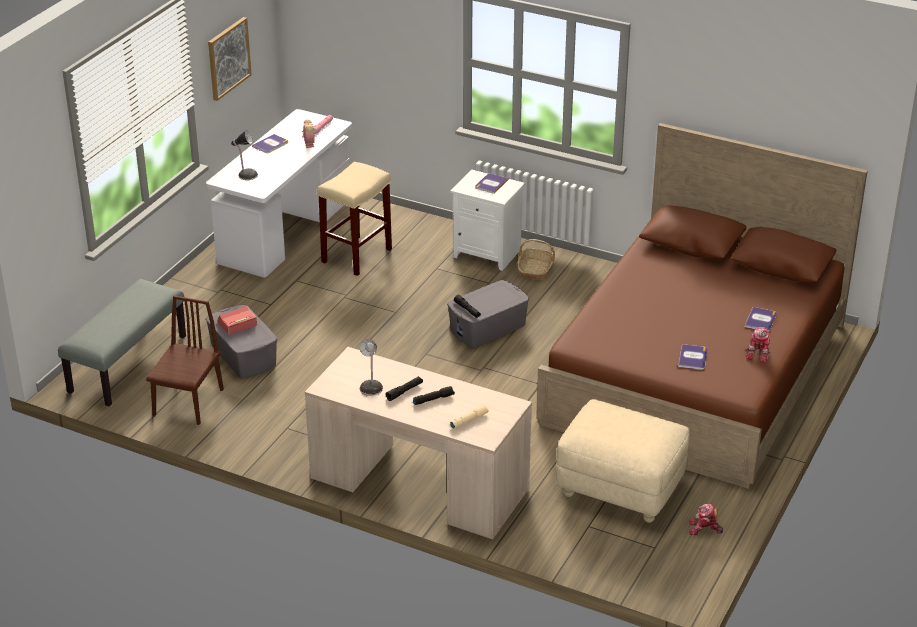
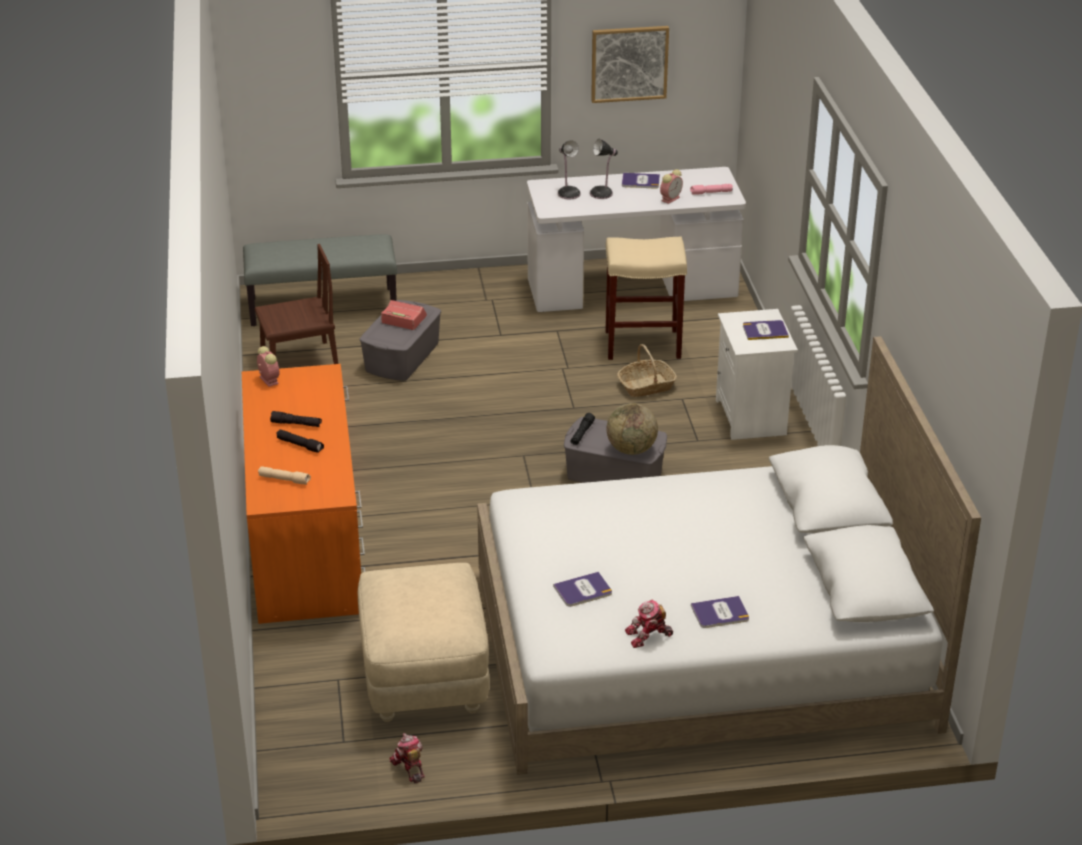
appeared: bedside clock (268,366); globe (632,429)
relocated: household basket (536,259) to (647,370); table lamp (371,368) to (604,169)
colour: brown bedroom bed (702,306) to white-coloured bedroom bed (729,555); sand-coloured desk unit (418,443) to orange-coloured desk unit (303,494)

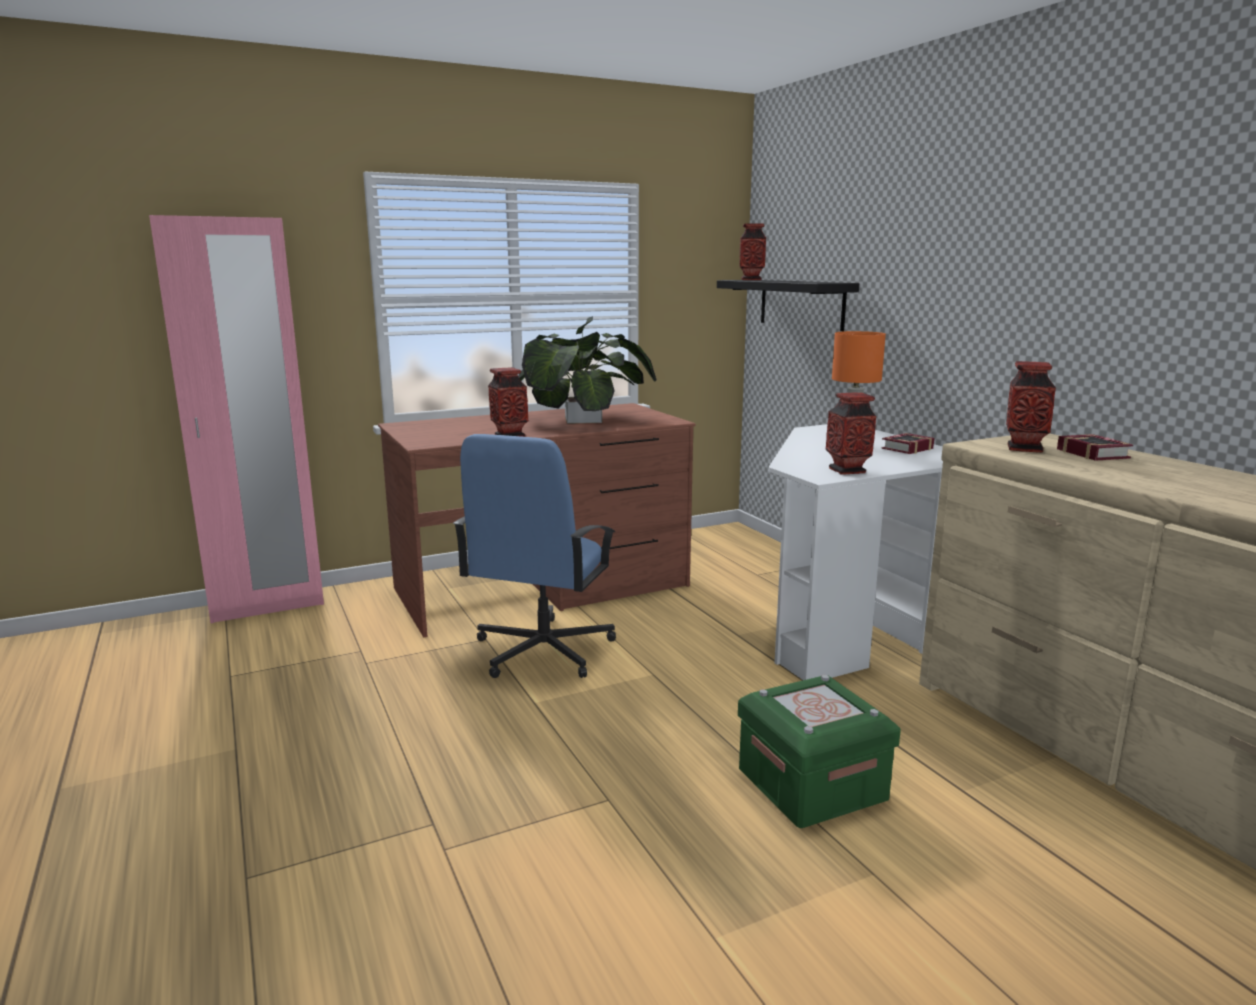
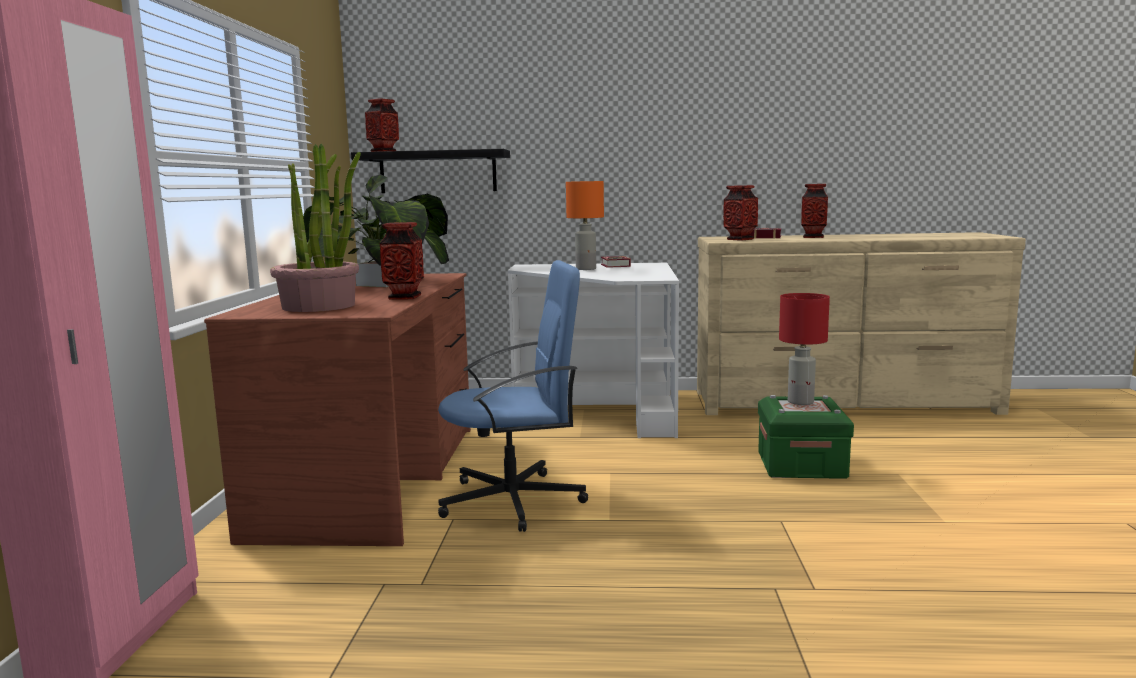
appeared: plant in a pot (315,228); red-coloured table lamp (804,349)
relocated: vase (851,433) to (814,211)
spun: blue-coloured desk chair (534,556) = (513,396) 60 degrees counterclockwise

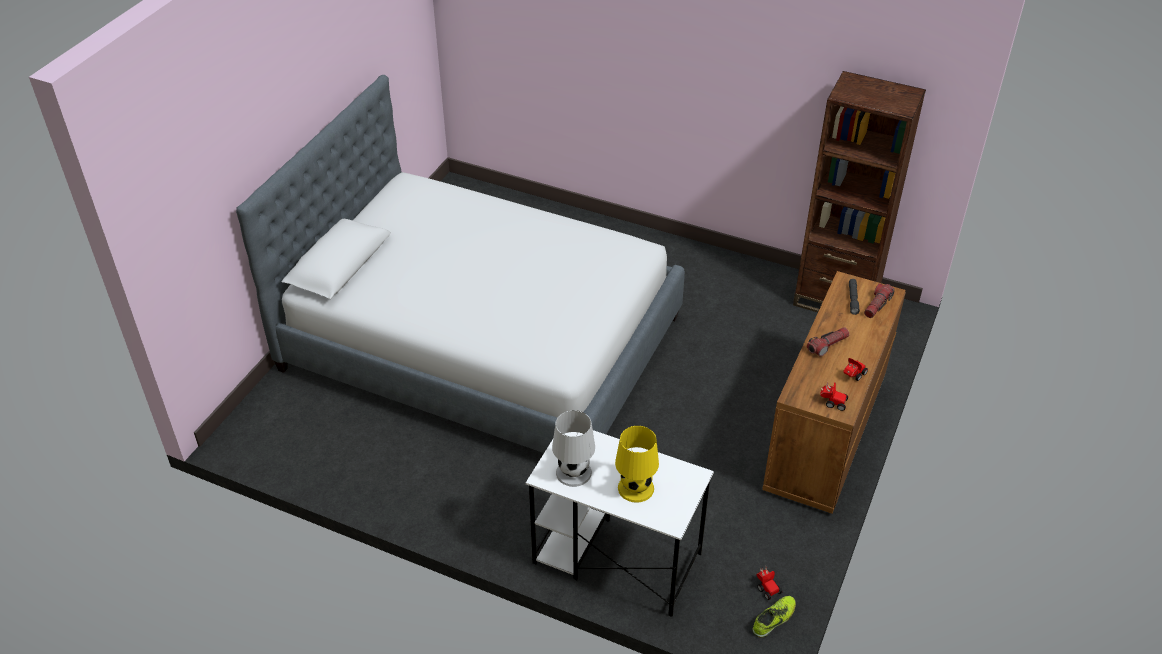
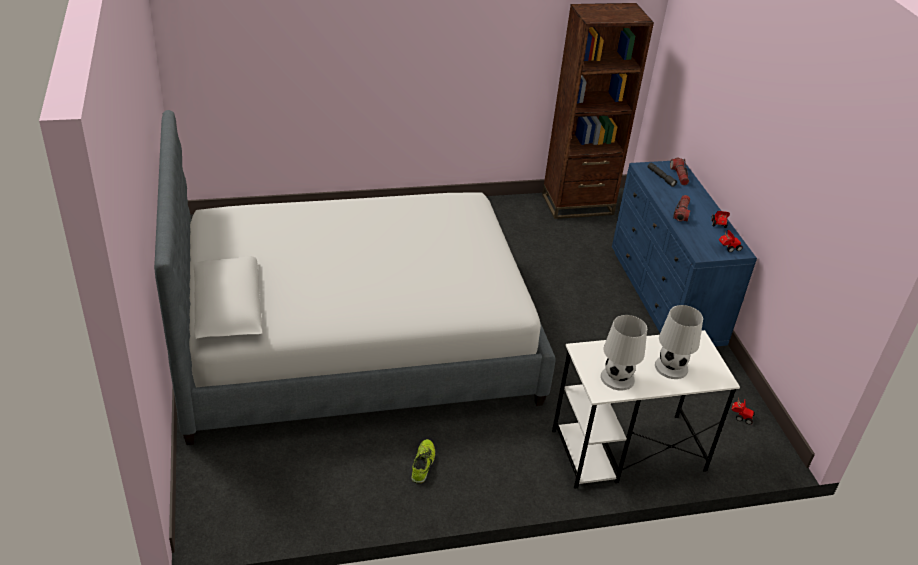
relocated: low shoe (774,617) to (423,461)
colour: brown drawer chest (834,392) to blue-coloured drawer chest (684,254); yellowish table lamp (637,464) to white-coloured table lamp (679,342)

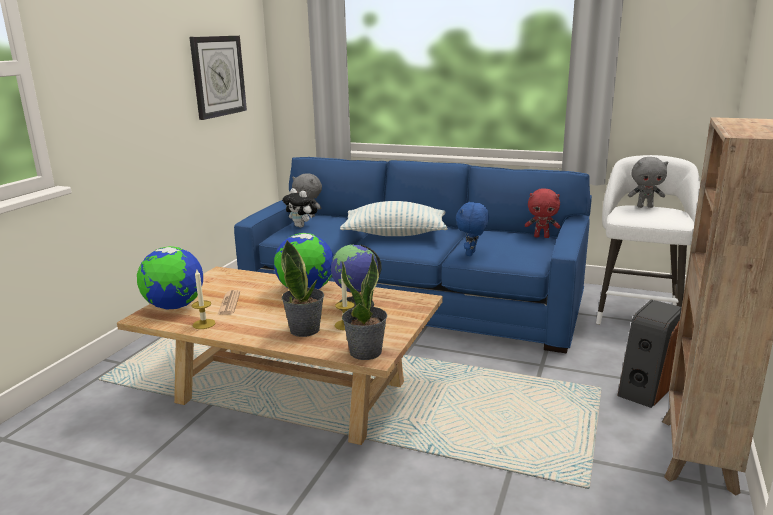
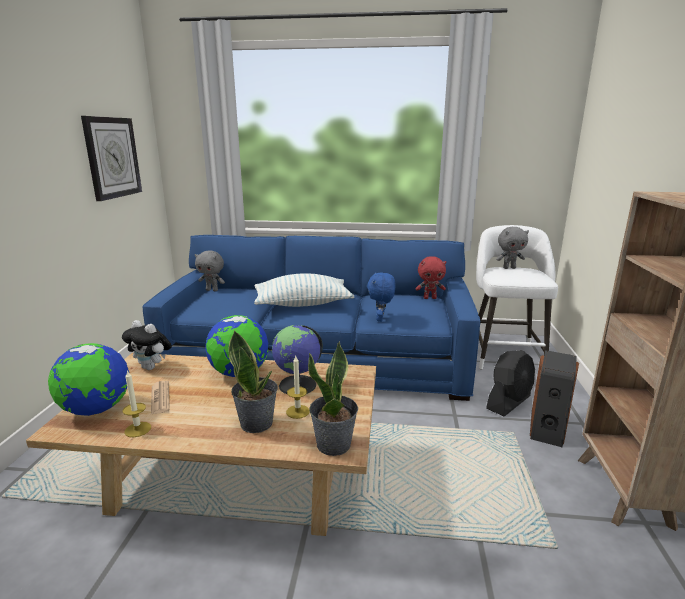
appeared: black-coloured cooling fan (510,383)
relocated: plush toy (299,208) to (147,345)

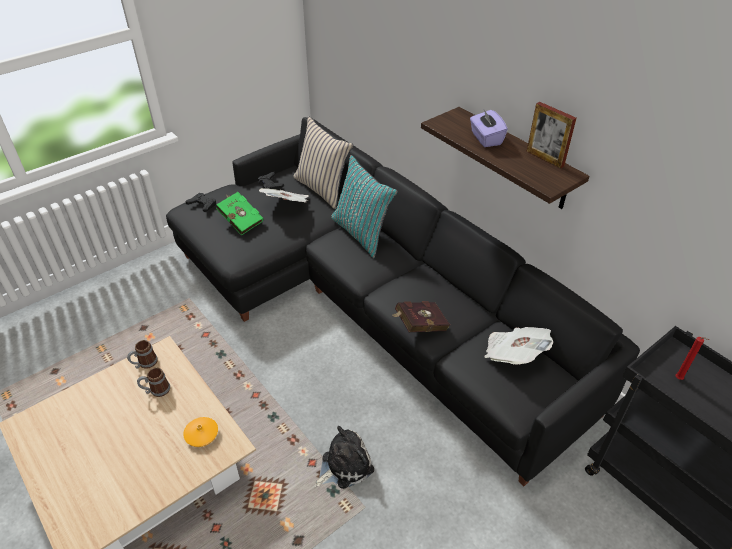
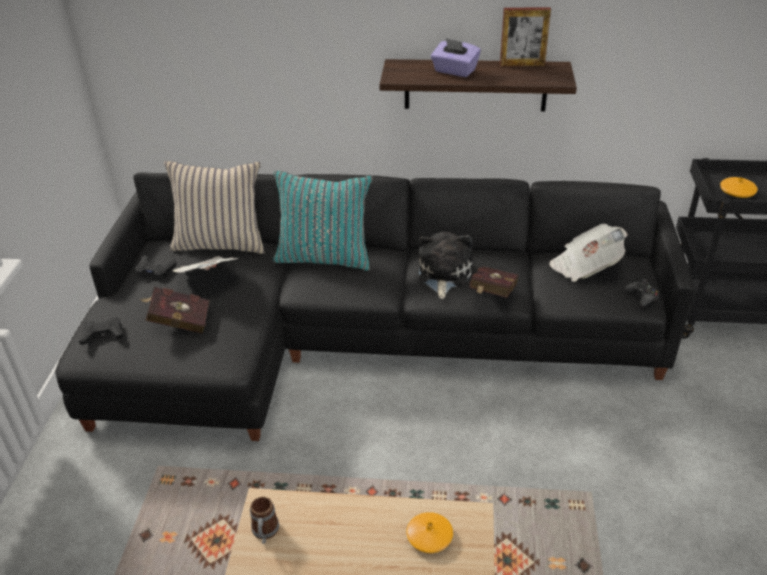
missing: tea mug (153,382)
appeared: black-coloured gamepad (642,292)
relocated: plush toy (344,457) to (446,265)
exchanged: red-coloured candle (692,358) to orange-coloured vase (739,187)
colour: greenish volume (239,214) to red-coloured volume (174,310)

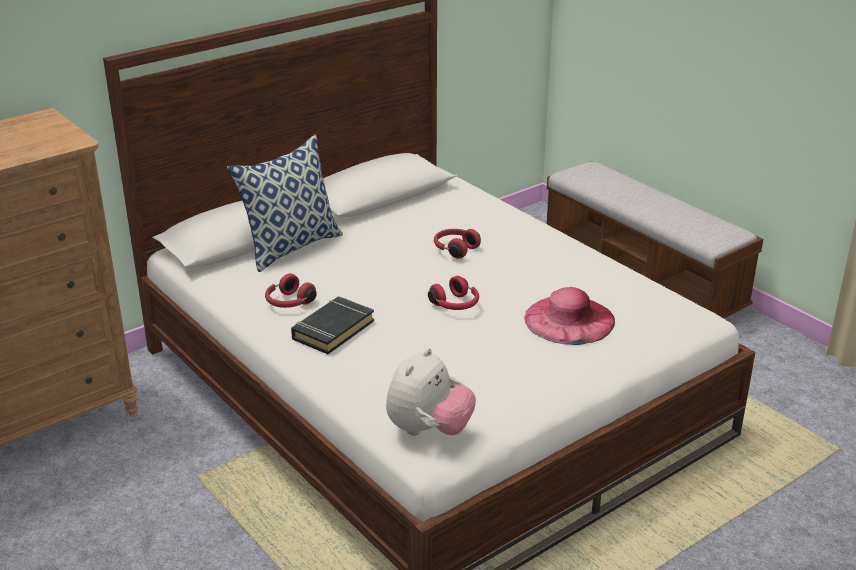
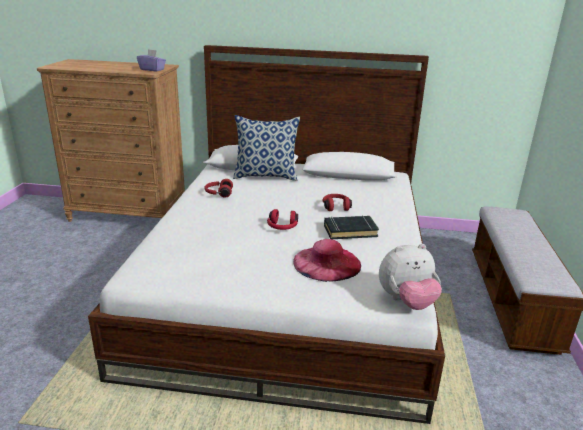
appeared: purple-coloured tissue holder (151,60)
relocated: black-coloured volume (332,325) to (351,227); plush toy (431,392) to (410,277)

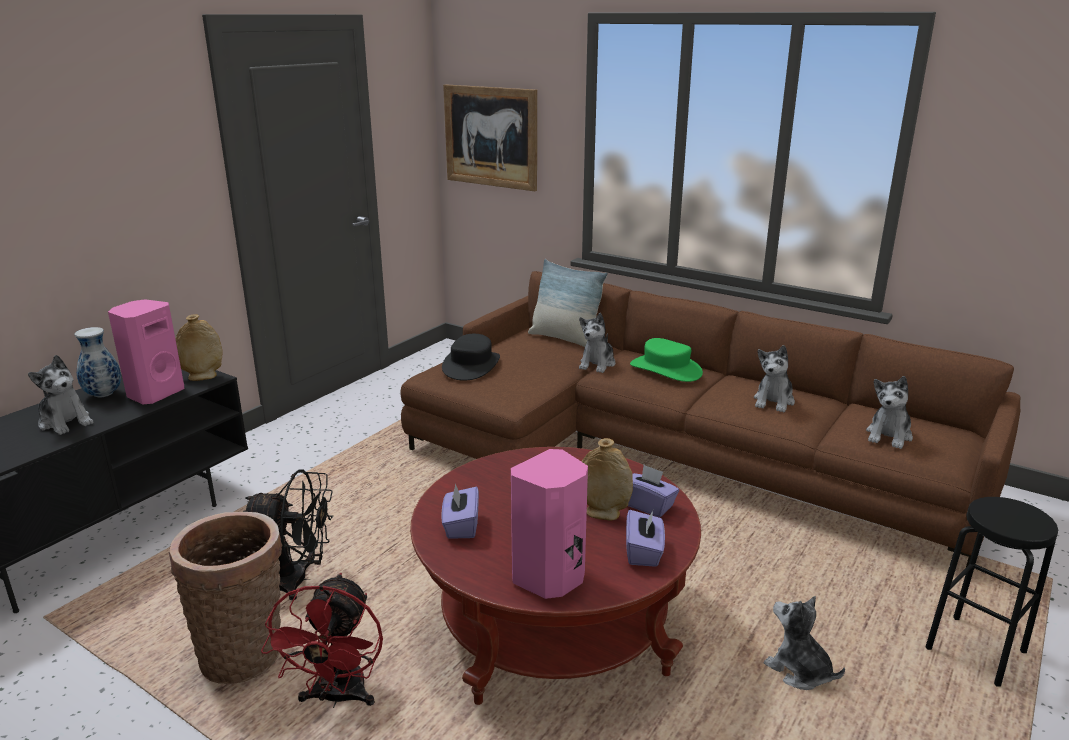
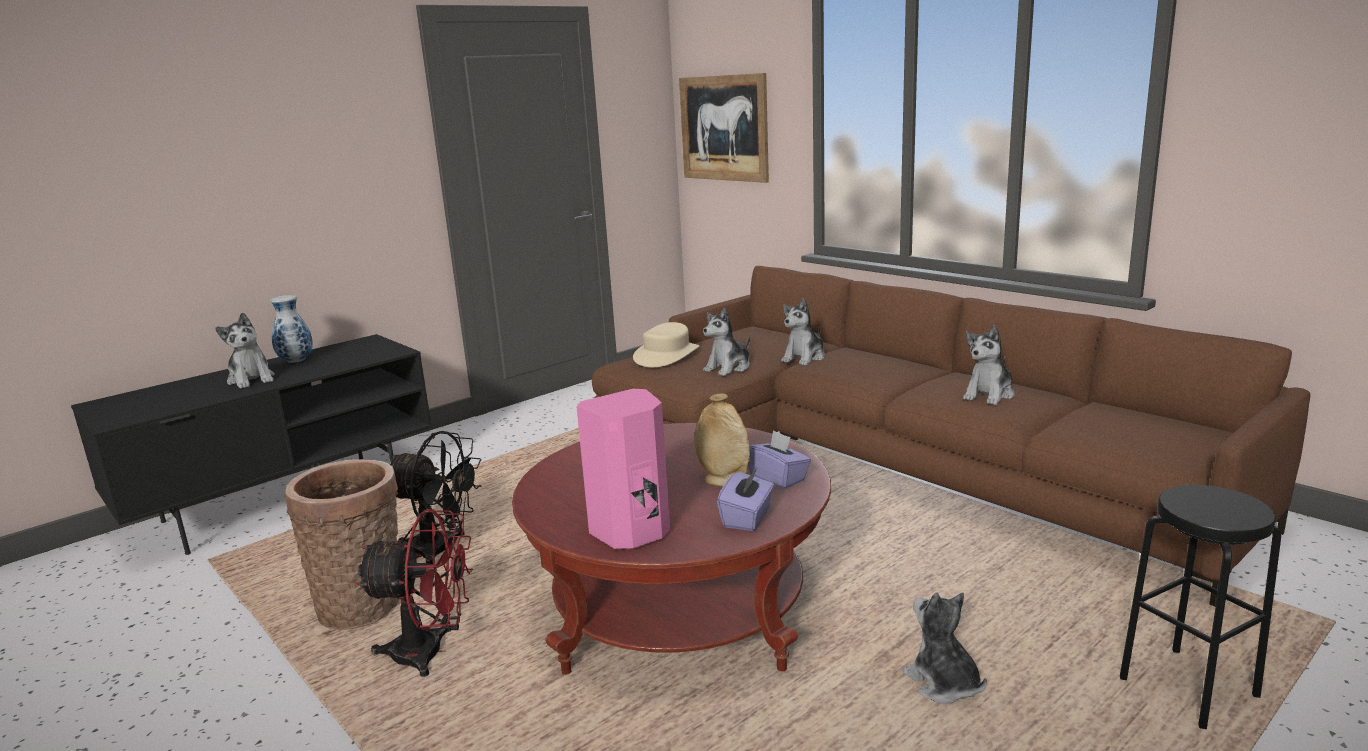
missing: cushion (568,303); pink audio speaker (146,351); sand-coloured vase (199,347); greenish wearable hat (666,360); purple-coloured tissue holder (460,511)
relocated: plush toy (889,412) to (726,341)
colour: black-coloured wearable hat (471,357) to sand-coloured wearable hat (666,344)
spun: red-coloured cooling fan (322,640) = (414,593) 105 degrees counterclockwise

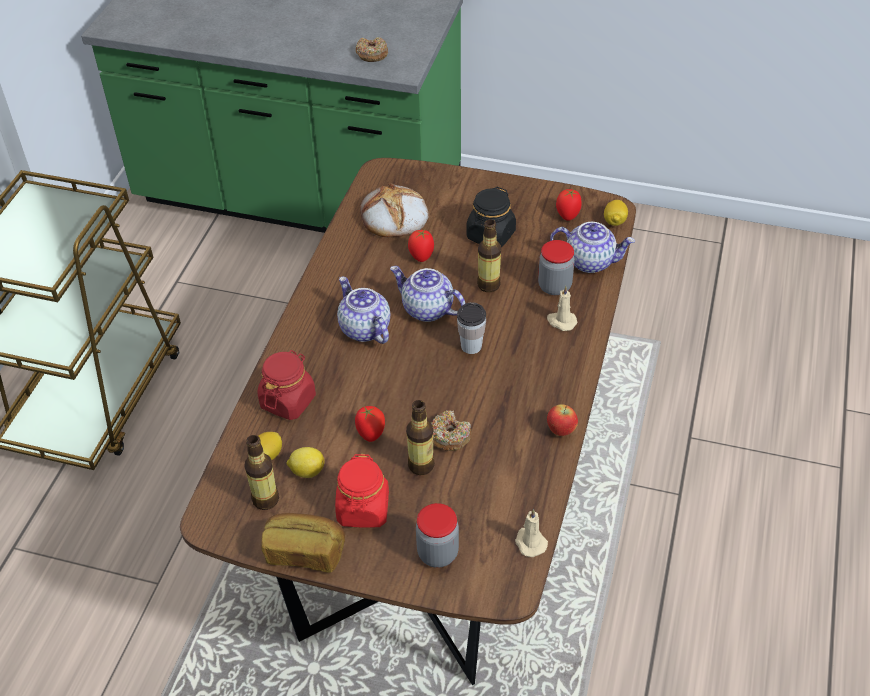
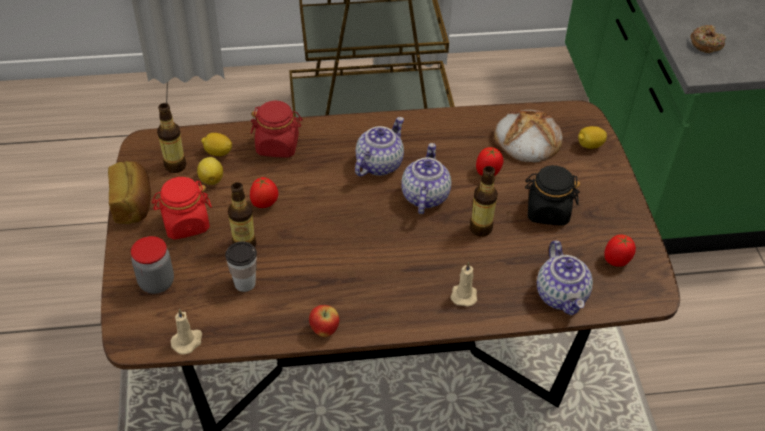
missing: preserve jar (556,267); donut (450,430)
relocated: citrus fruit (616,213) to (592,137); cup (471,328) to (241,266)

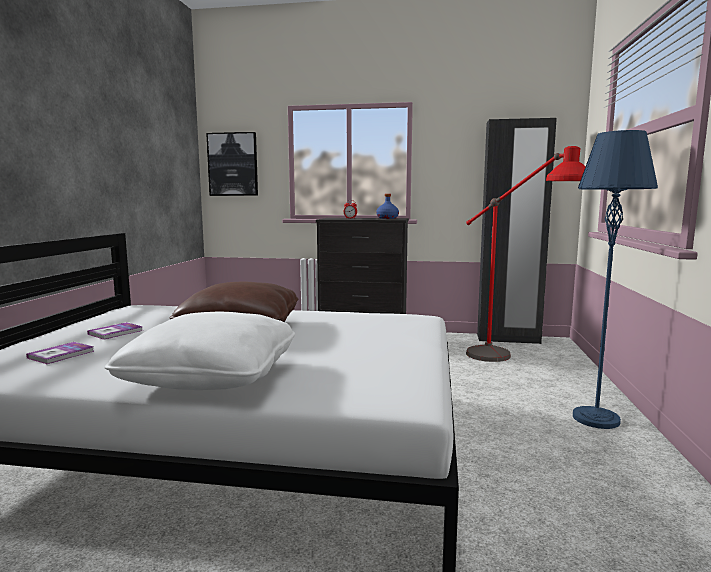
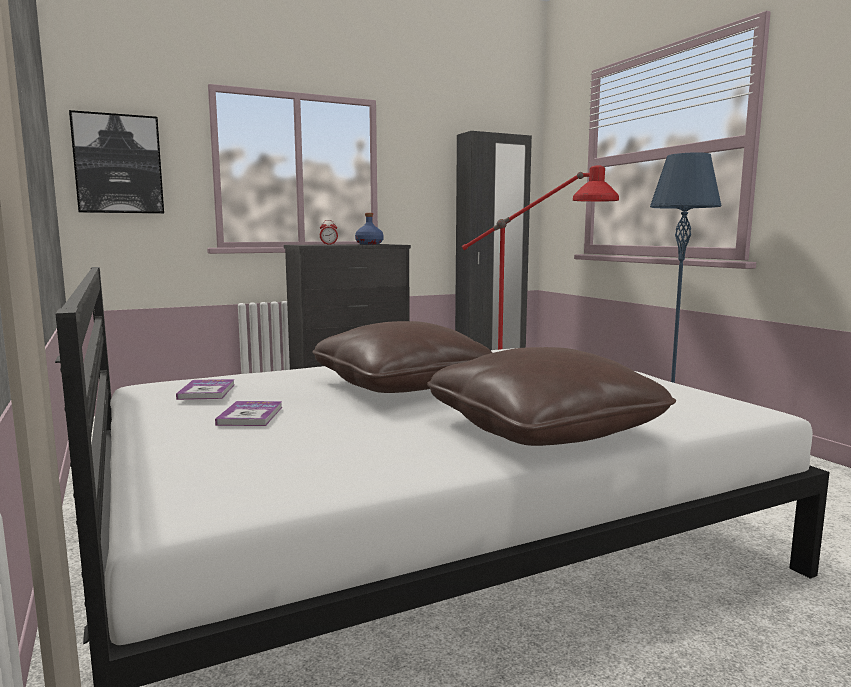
relocated: volume (60,353) to (205,389)
colour: white-coloured cushion (199,350) to brown cushion (551,396)

